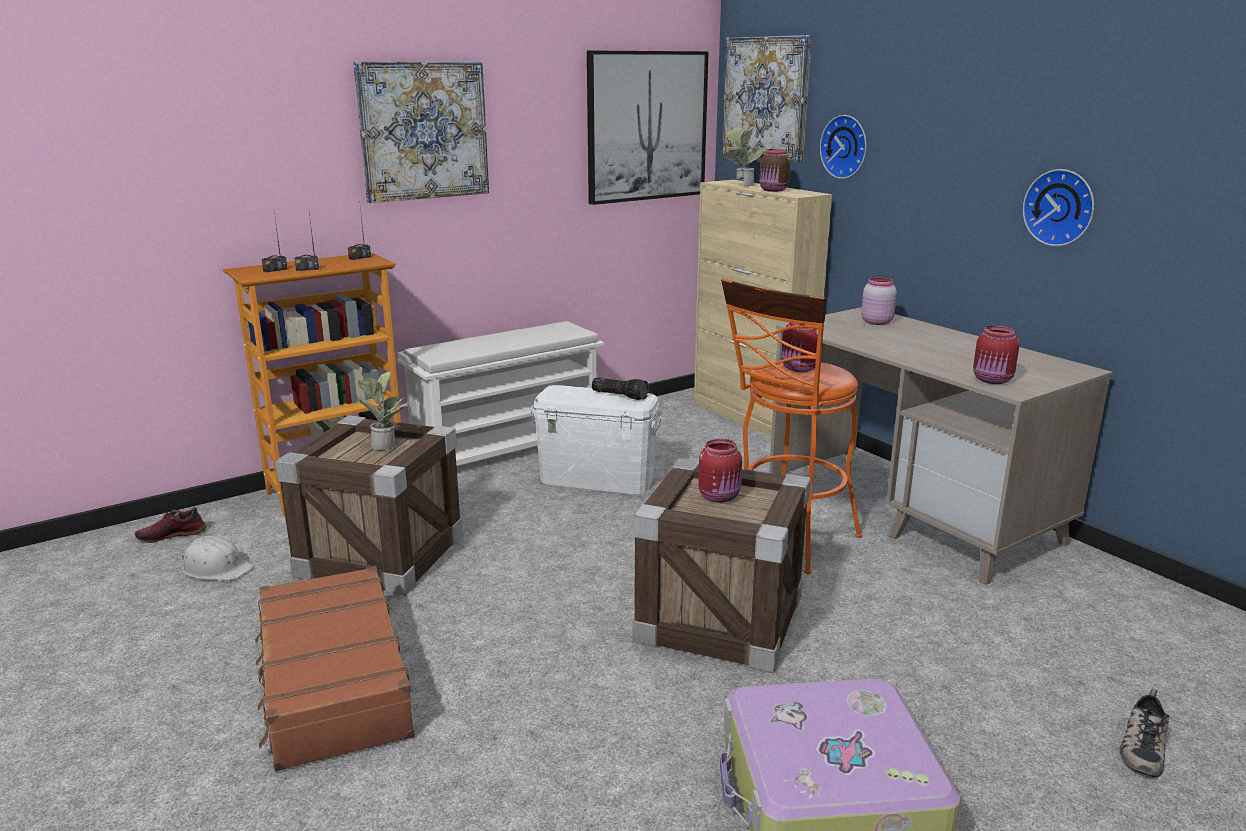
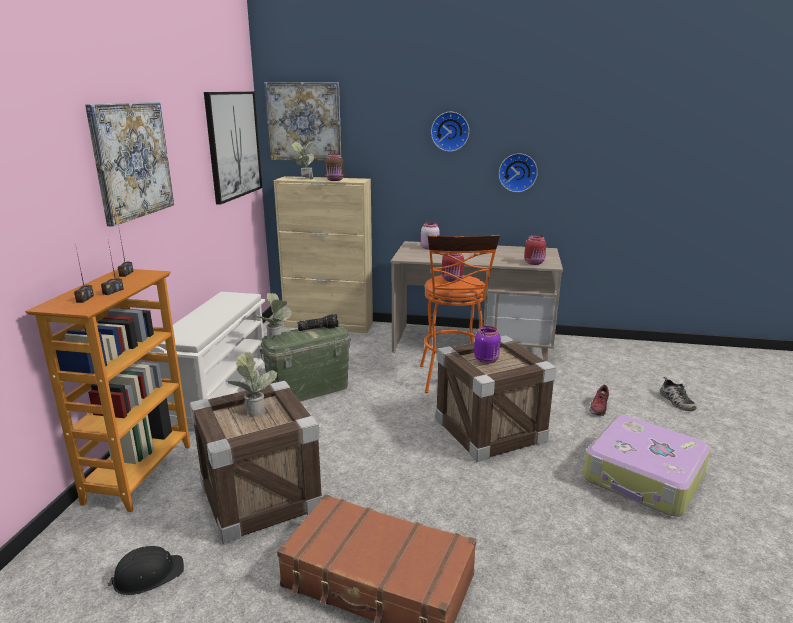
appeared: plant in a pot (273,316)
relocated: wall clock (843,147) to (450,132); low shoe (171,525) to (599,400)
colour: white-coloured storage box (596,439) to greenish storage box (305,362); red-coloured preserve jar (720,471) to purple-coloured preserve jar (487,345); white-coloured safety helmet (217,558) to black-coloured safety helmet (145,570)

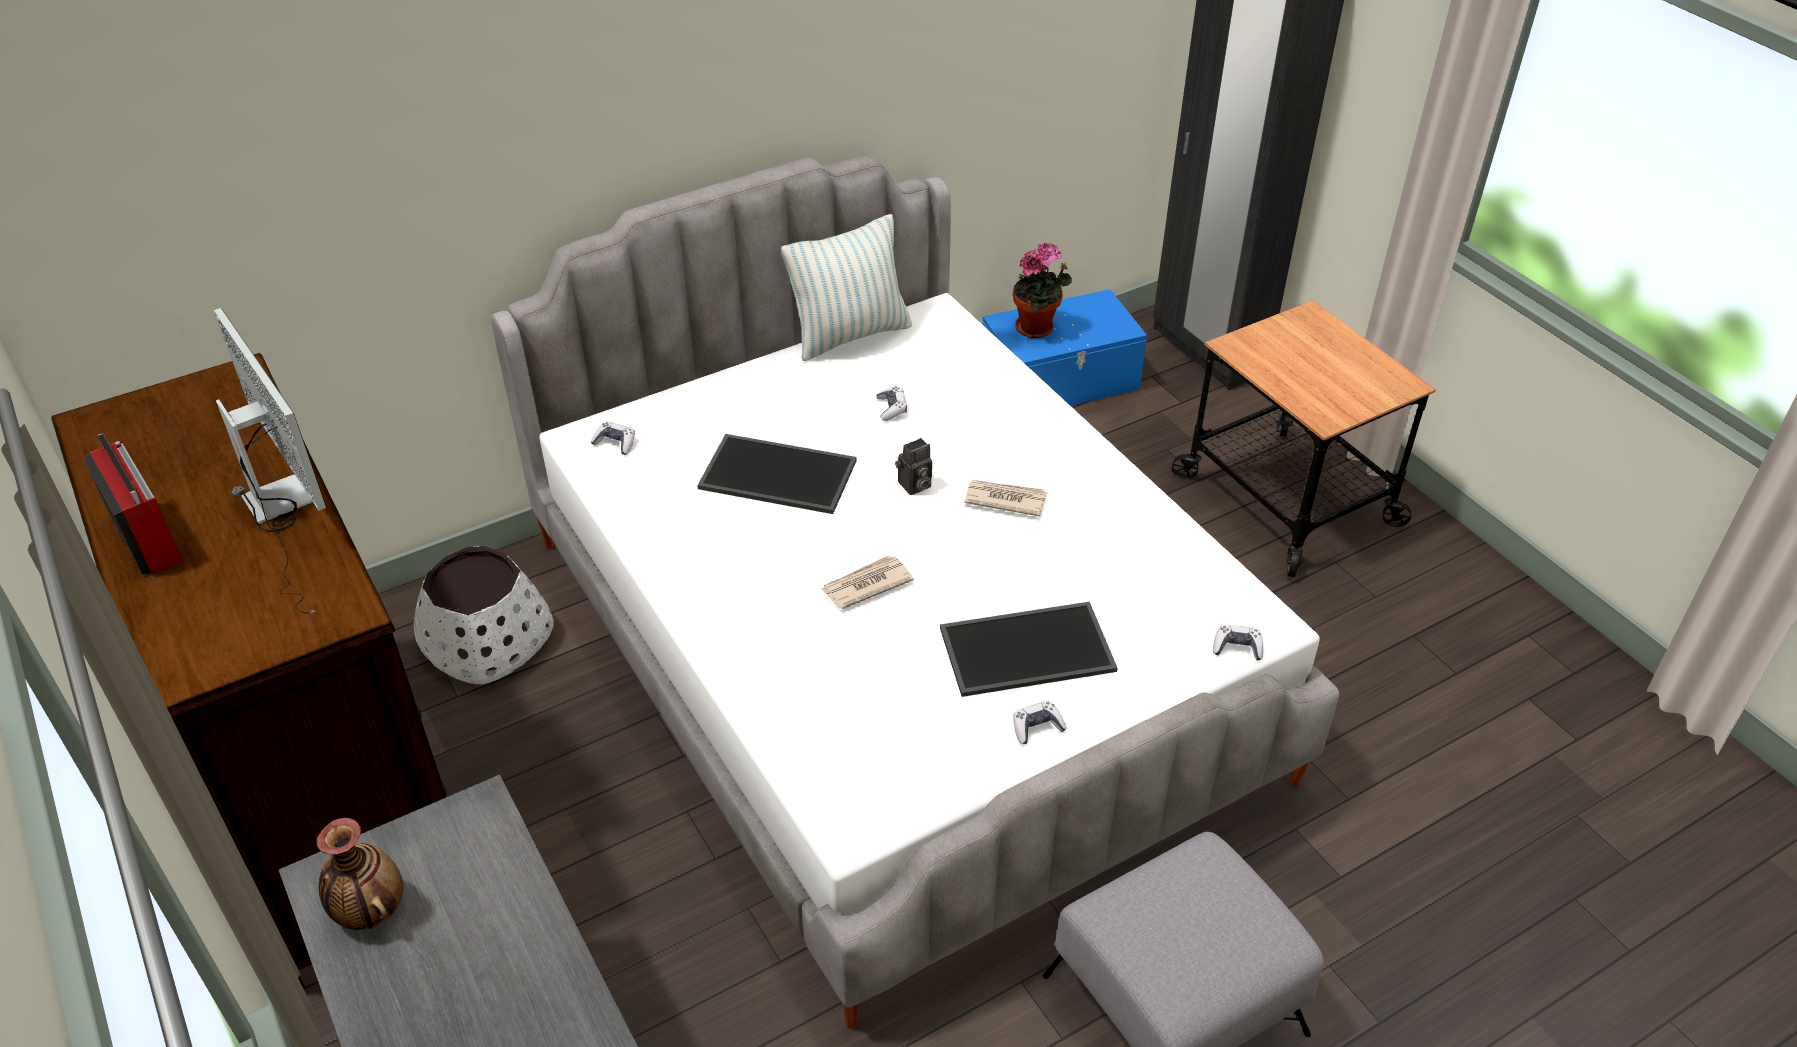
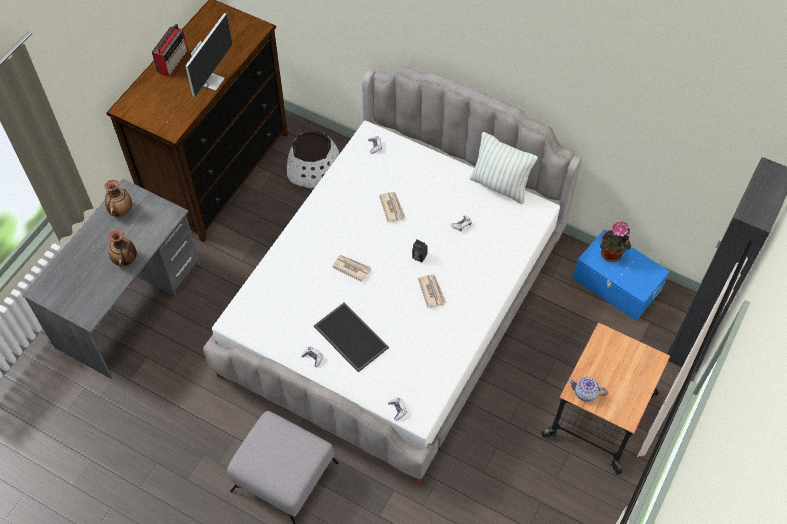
appeared: vase (122,248); tea pot (588,389)
exchanged: carrying tray (777,474) to newspaper (392,207)

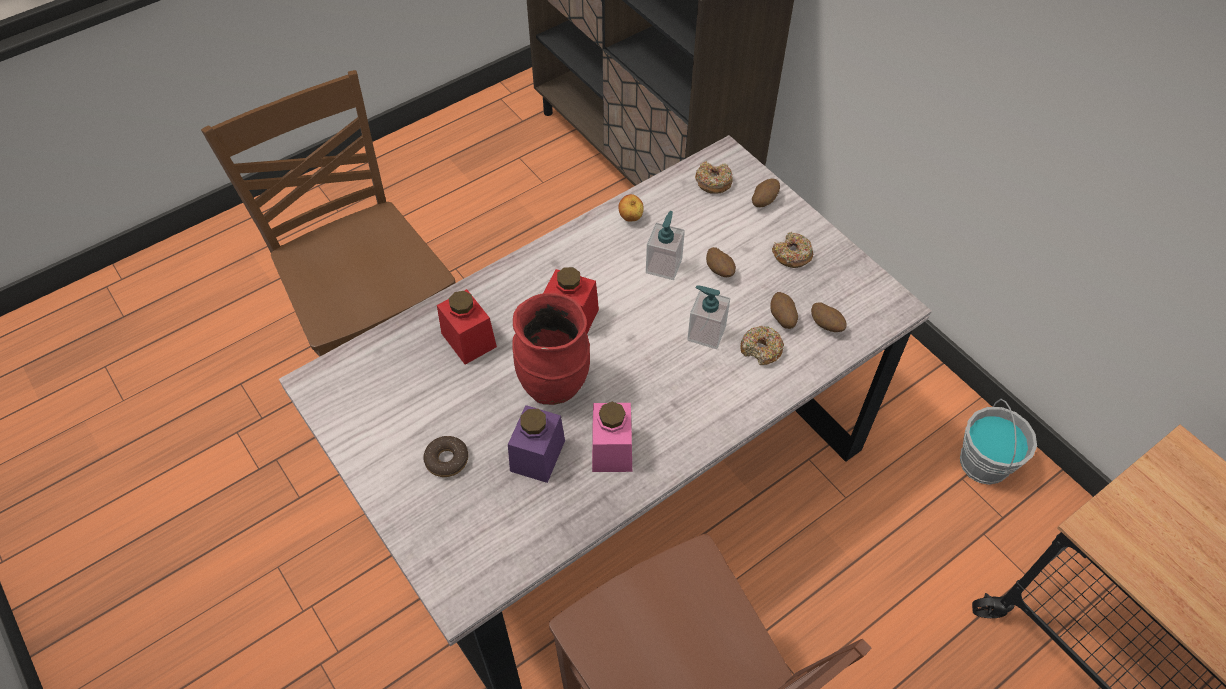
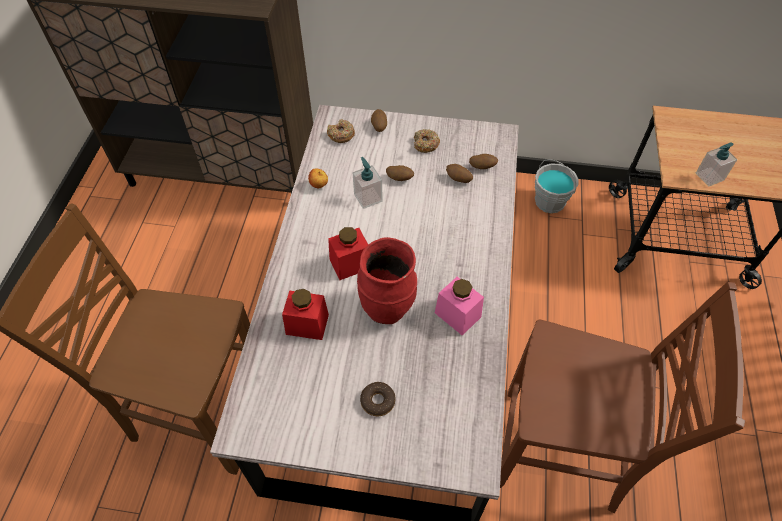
missing: donut (762,345); purple-coloured preserve jar (536,444)
relocated: soap bottle (708,317) to (717,164)

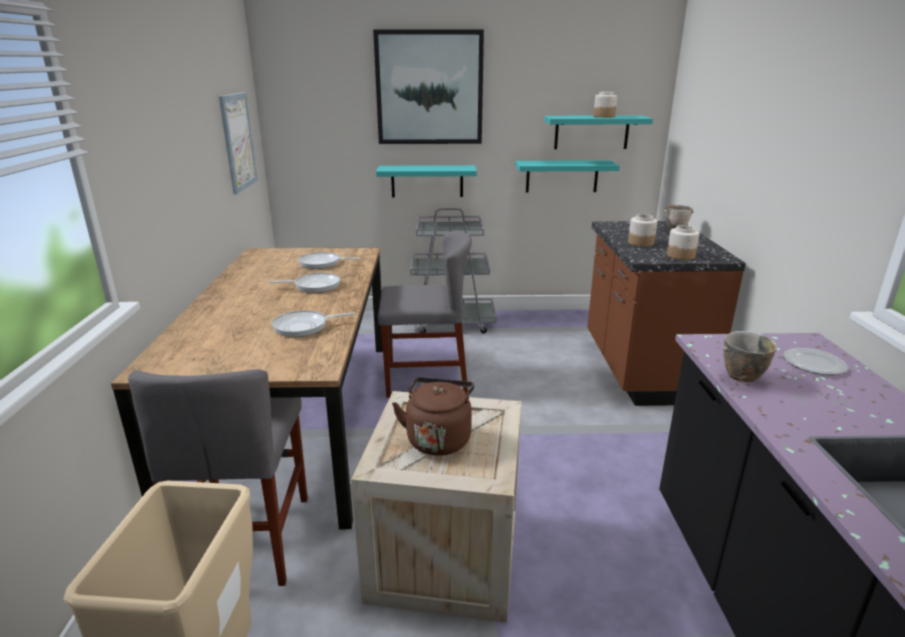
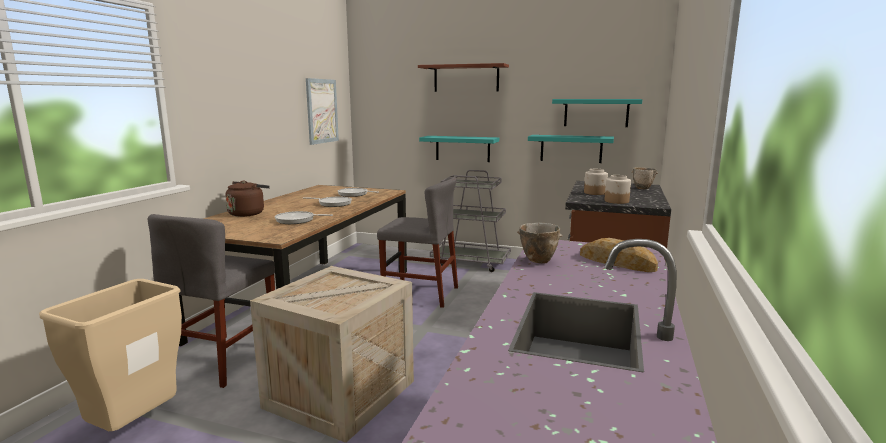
missing: preserve jar (605,105)
relocated: brown kettle (433,417) to (247,198)
exchanged: wall art (428,86) to bracket shelf (463,77); plate (815,361) to bakery bread (619,255)

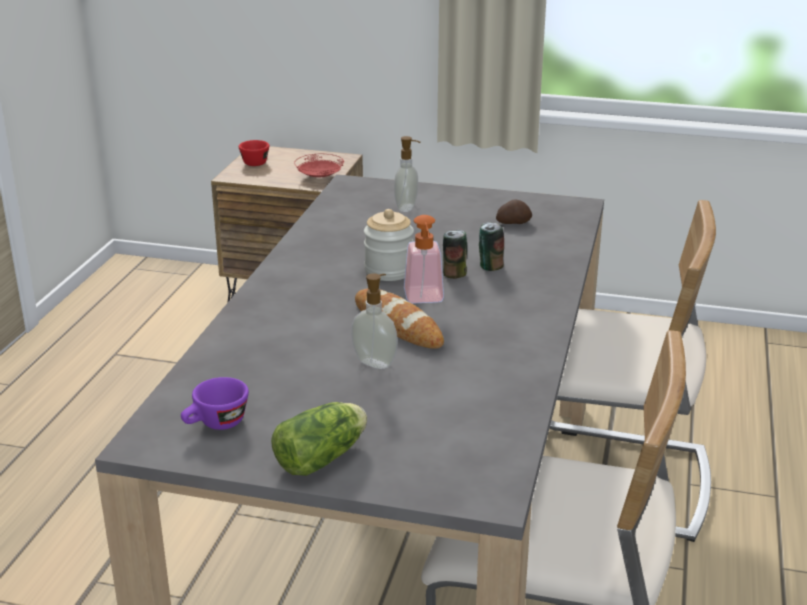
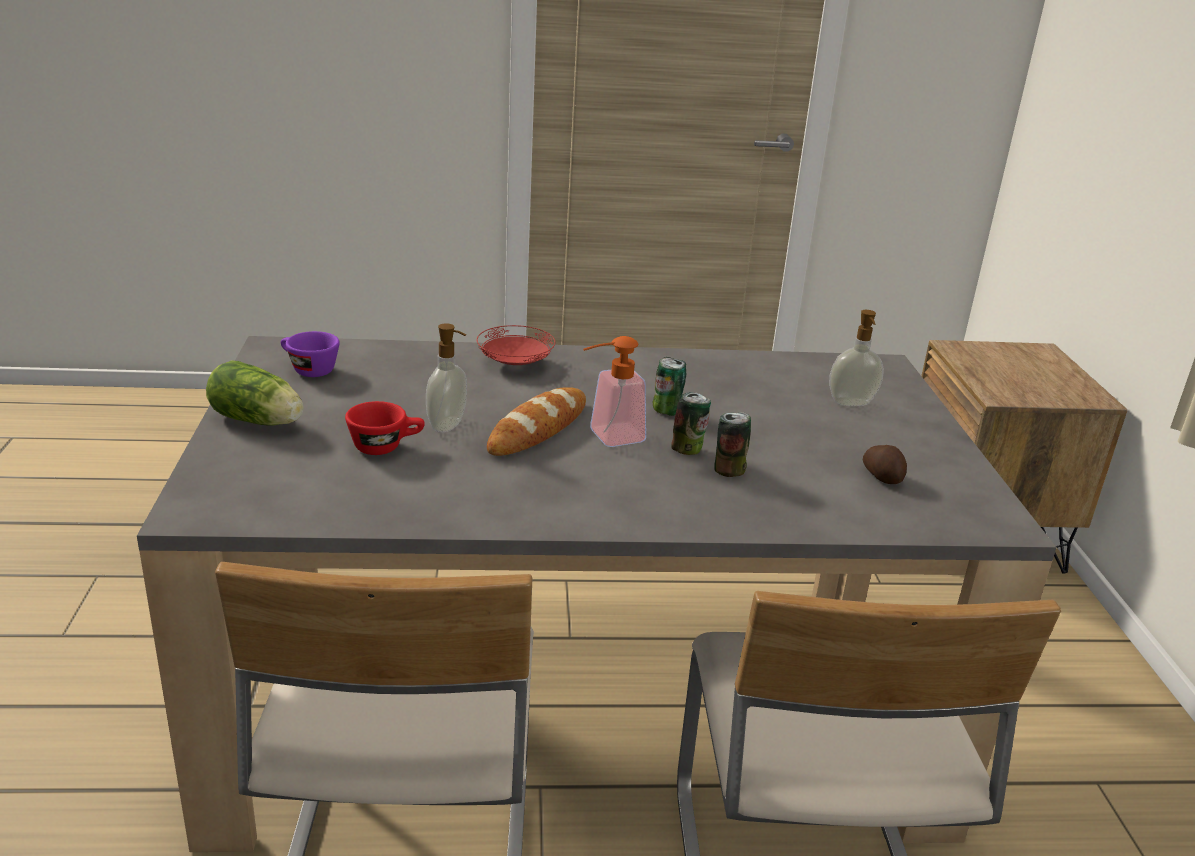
relocated: red-coloured cup (254,153) to (385,428); red-coloured plate (319,166) to (516,345)
exchanged: preserve jar (389,245) to can (669,386)

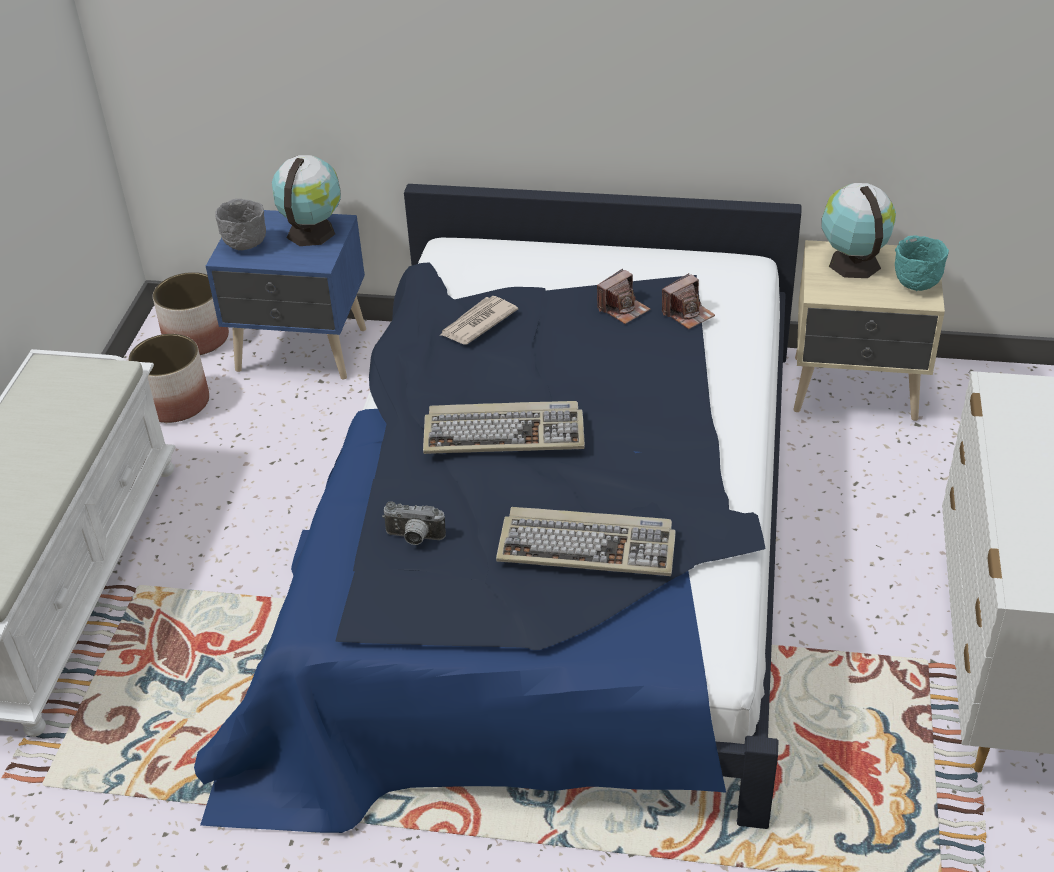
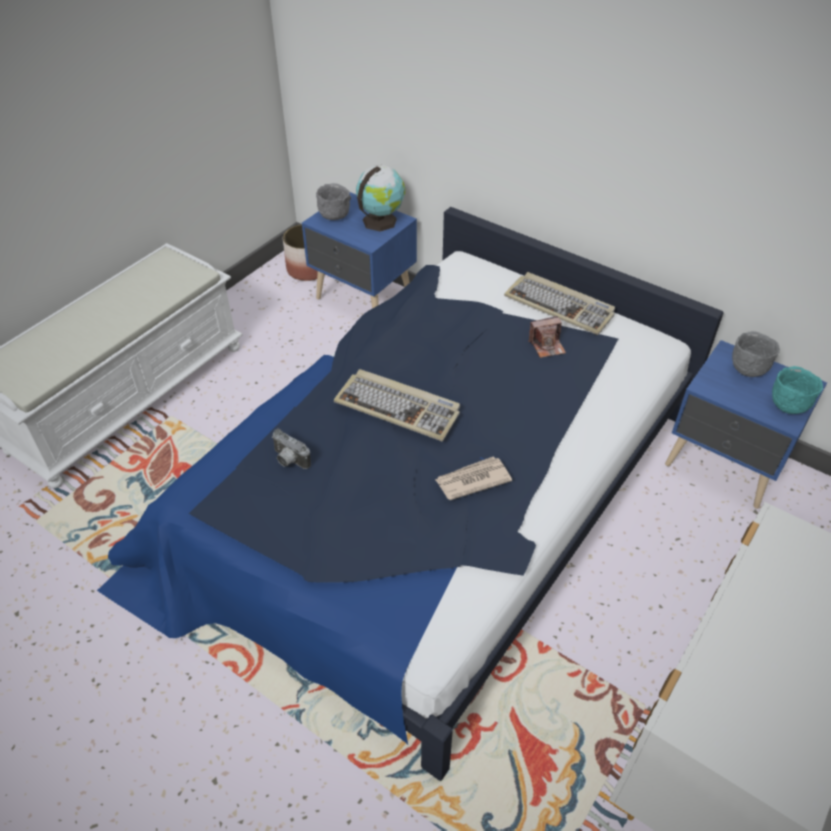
missing: photo camera (688,301); flower pot (168,378)
relocated: newspaper (478,320) to (473,478); computer keyboard (586,541) to (559,303)
exchanged: globe (858,230) to grey deep dish (756,354)
colour: sand-coloured nightstand (869,330) to blue-coloured nightstand (746,424)

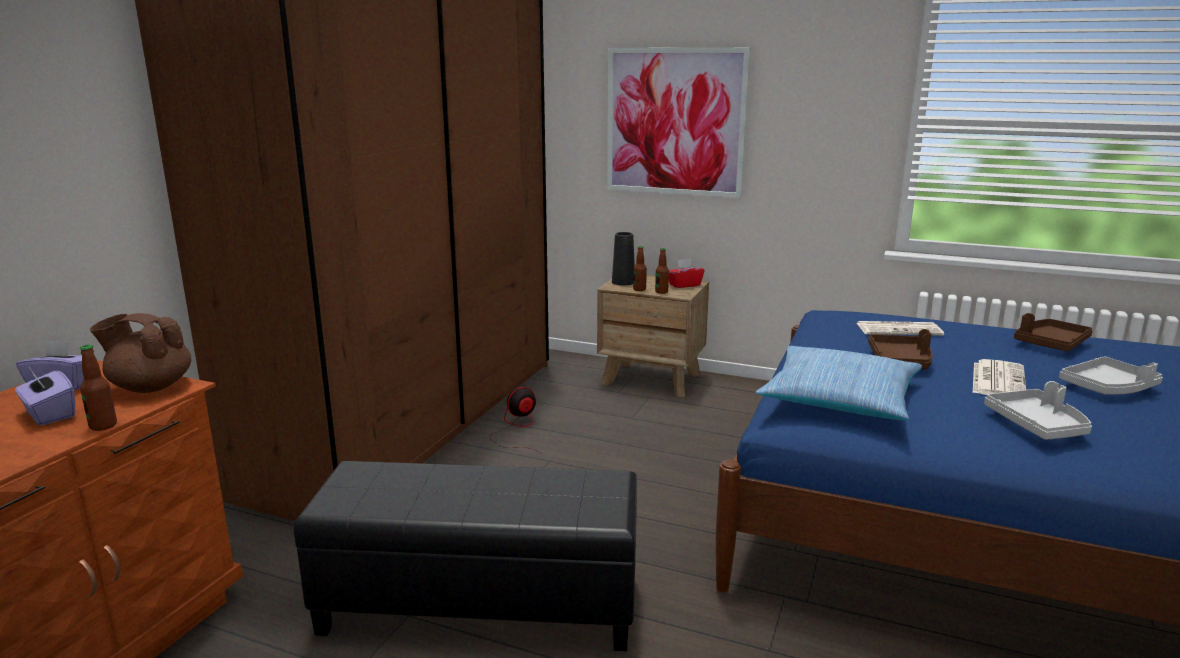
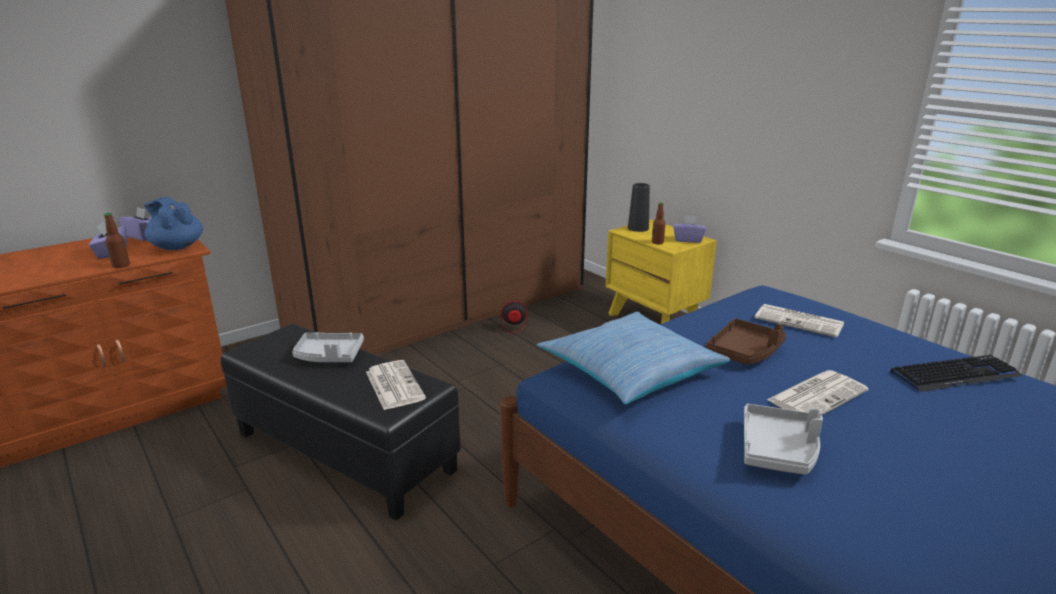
missing: wall art (678,122); drink bottle (640,268)
appeared: newspaper (396,385)
relocated: grey carrying tray (1111,375) to (328,347)
exchanged: brown carrying tray (1053,332) to computer keyboard (956,373)
colour: red-coloured tissue holder (686,273) to purple-coloured tissue holder (689,229); brown nightstand (653,336) to yellowish nightstand (661,271); brown tea pot (140,353) to blue-coloured tea pot (173,223)

